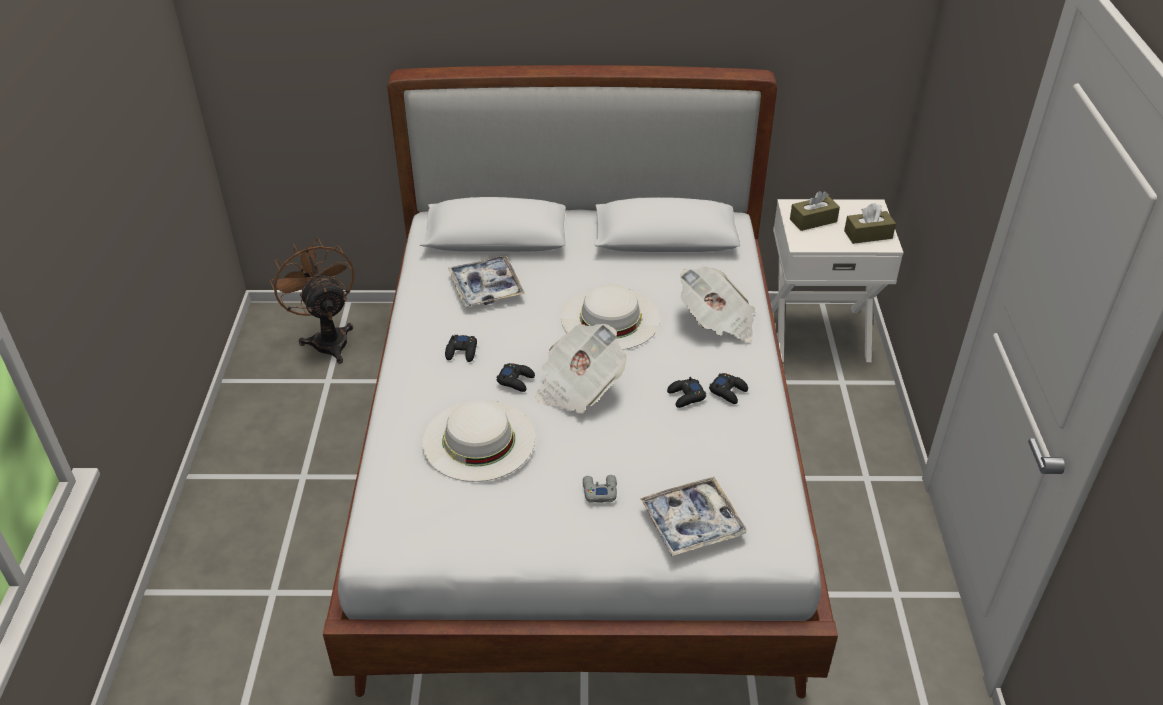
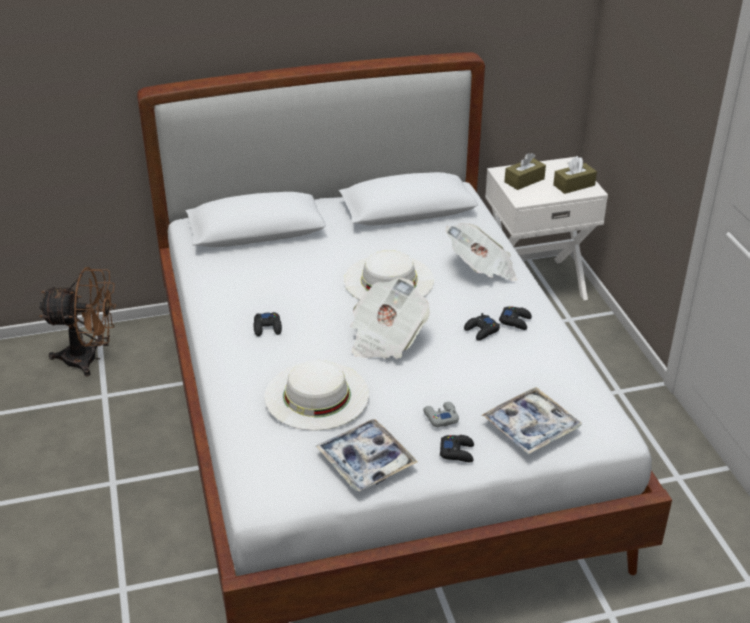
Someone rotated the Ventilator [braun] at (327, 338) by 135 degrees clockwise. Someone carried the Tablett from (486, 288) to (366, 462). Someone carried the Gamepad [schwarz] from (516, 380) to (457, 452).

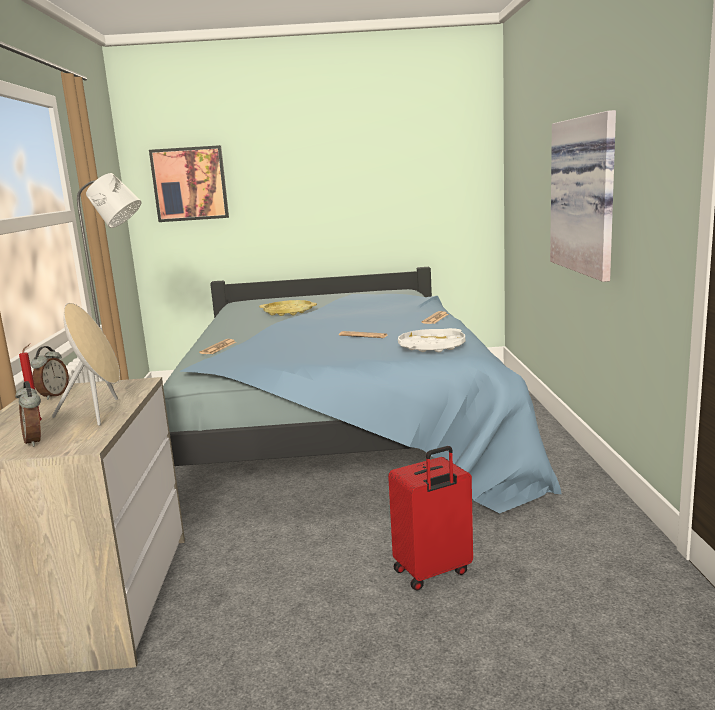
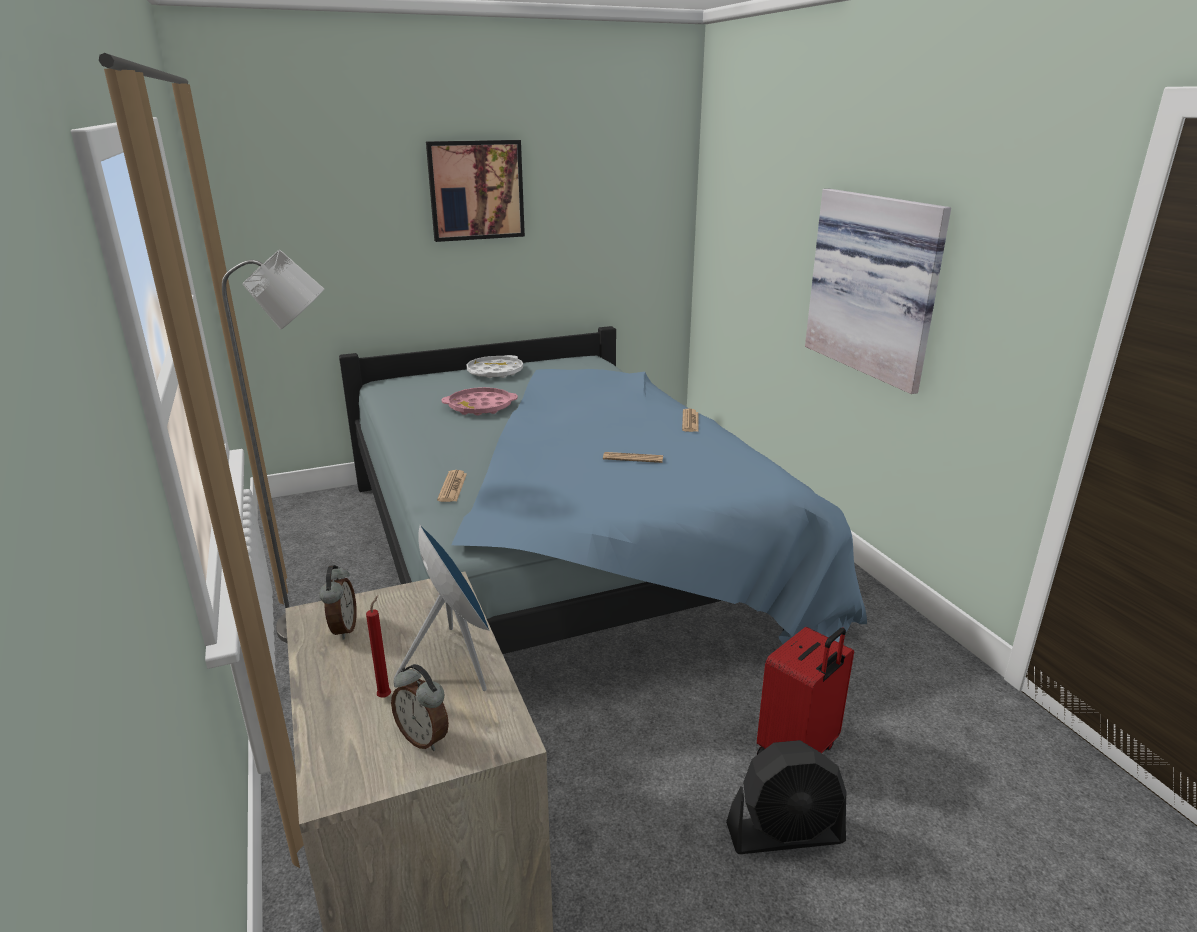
Someone carried the Bild from (190, 184) to (476, 190). Someone repainted the Tablett [gelb] at (288, 312), which became the Tablett [rosa] at (480, 407). Someone repainted the Lautsprecher [beige] at (99, 413), which became the Lautsprecher [blau] at (455, 661). Someone carried the Tablett [weiß] from (431, 346) to (495, 372). Someone put down the Ventilator [schwarz] at (785, 834).

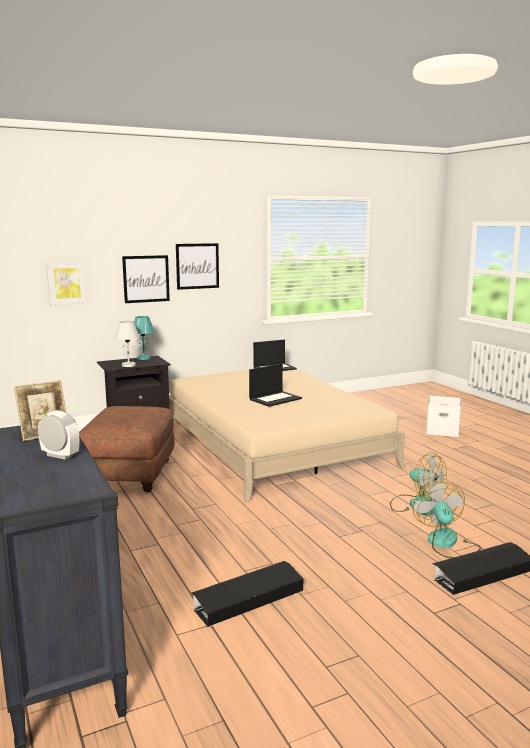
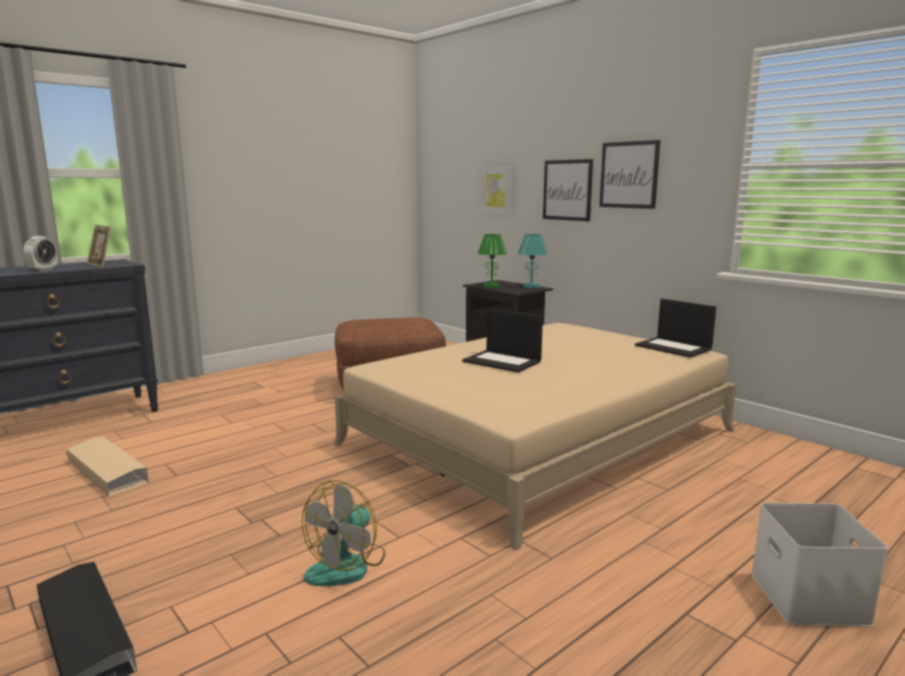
Someone repainted the Tischlampe [weiß] at (128, 365), which became the Tischlampe [grün] at (491, 286). Someone took away the Ventilator at (446, 543). Someone repainted the Aufbewahrungsbox [schwarz] at (248, 599), which became the Aufbewahrungsbox [beige] at (107, 472).

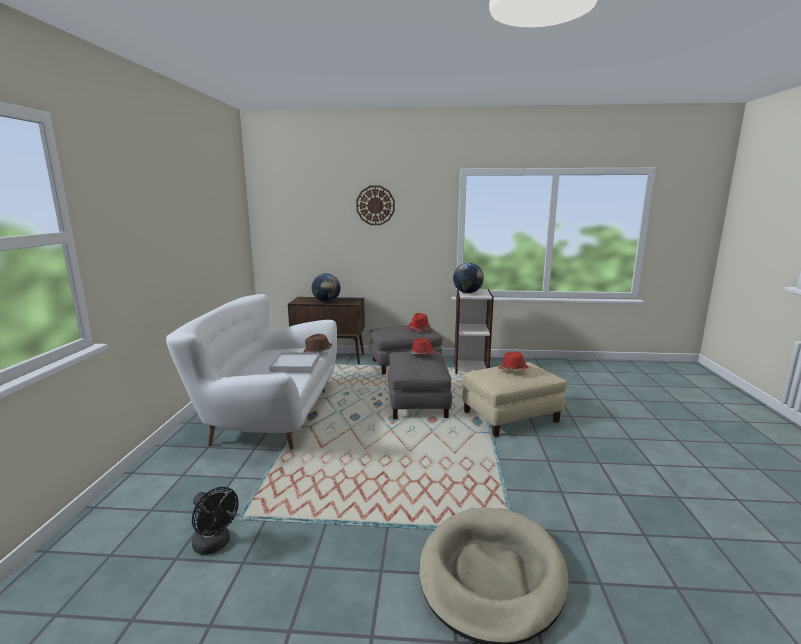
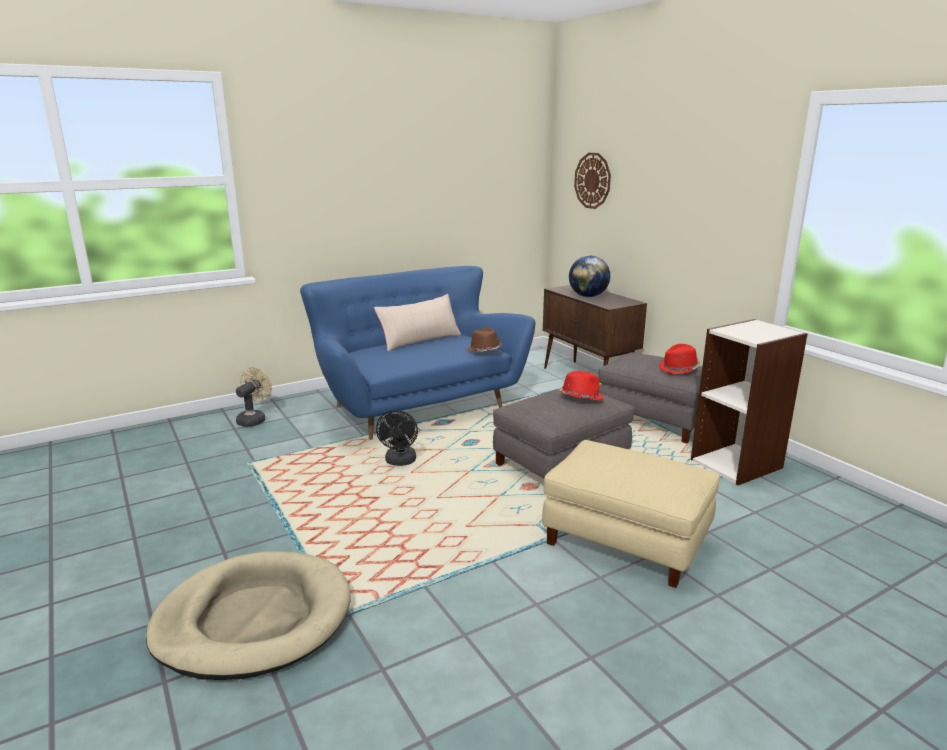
Someone carried the Wanduhr from (375, 205) to (592, 180). Someone took away the Globus at (467, 293). Someone repainted the Sofa [weiß] at (268, 416), which became the Sofa [blau] at (416, 406). Someone took away the Tablett [weiß] at (295, 365). Someone took away the Hut [rot] at (513, 370). Someone carried the Ventilator [schwarz] from (215, 545) to (400, 462). Someone put down the Kissen [beige] at (419, 340). Someone put down the Ventilator [beige] at (254, 419).

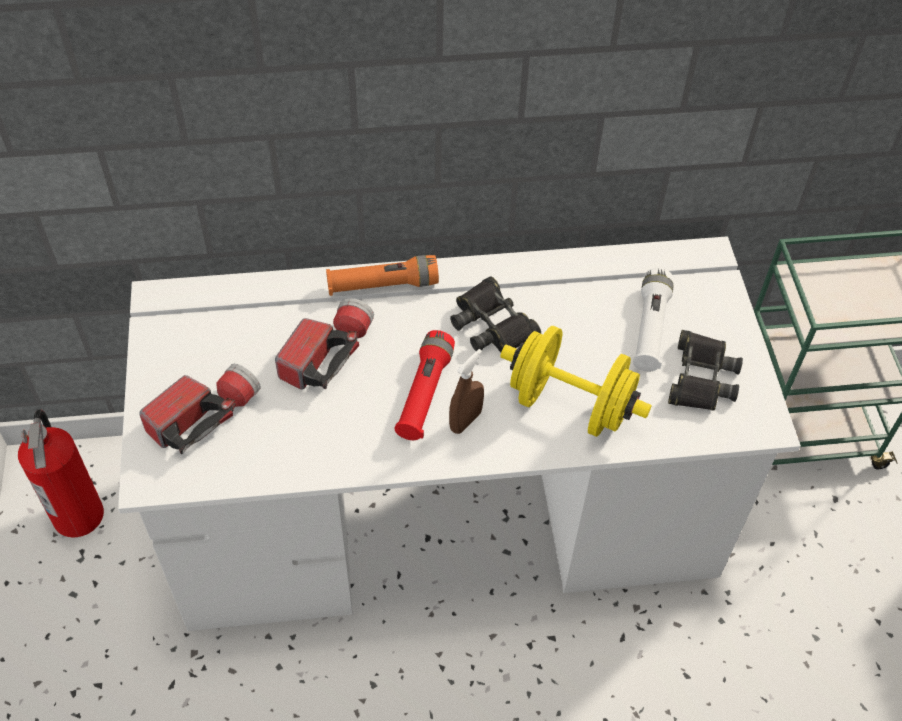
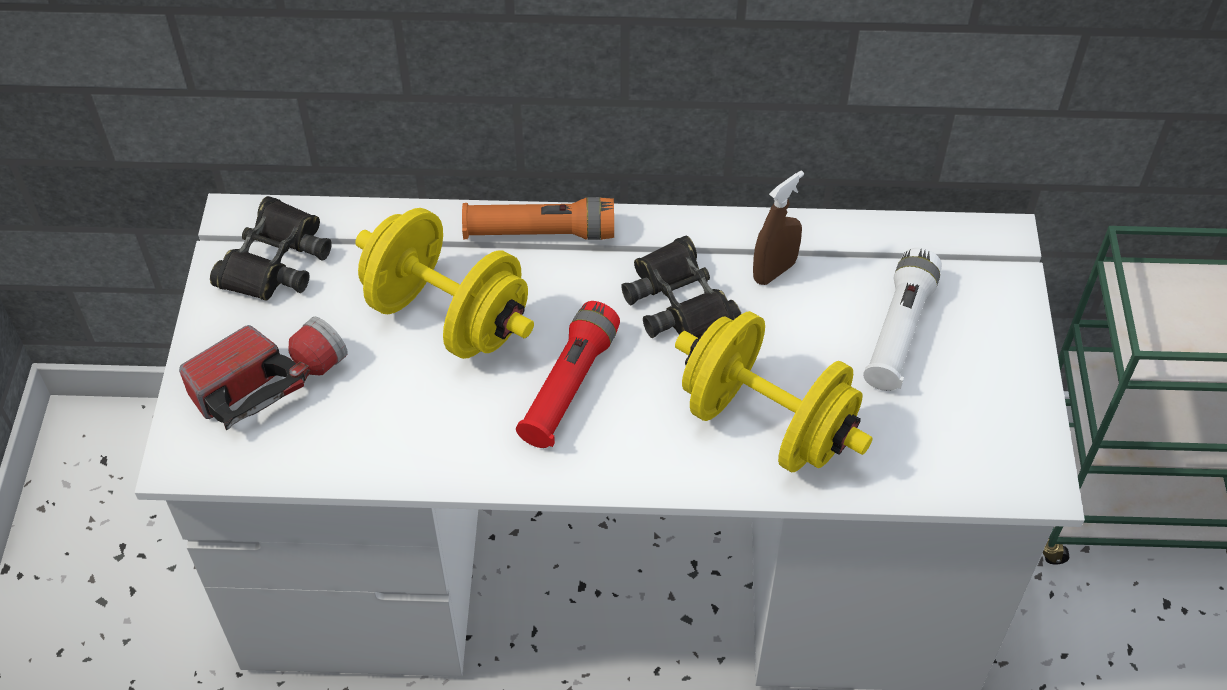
Someone swapped the Taschenlampe at (327, 353) for the Hantel [gelb] at (447, 317). Someone carried the Fernglas [schwarz] from (700, 378) to (275, 260). Someone carried the Sprühflasche [braun] from (465, 421) to (774, 271). Someone took away the Feuerlöscher at (79, 514).

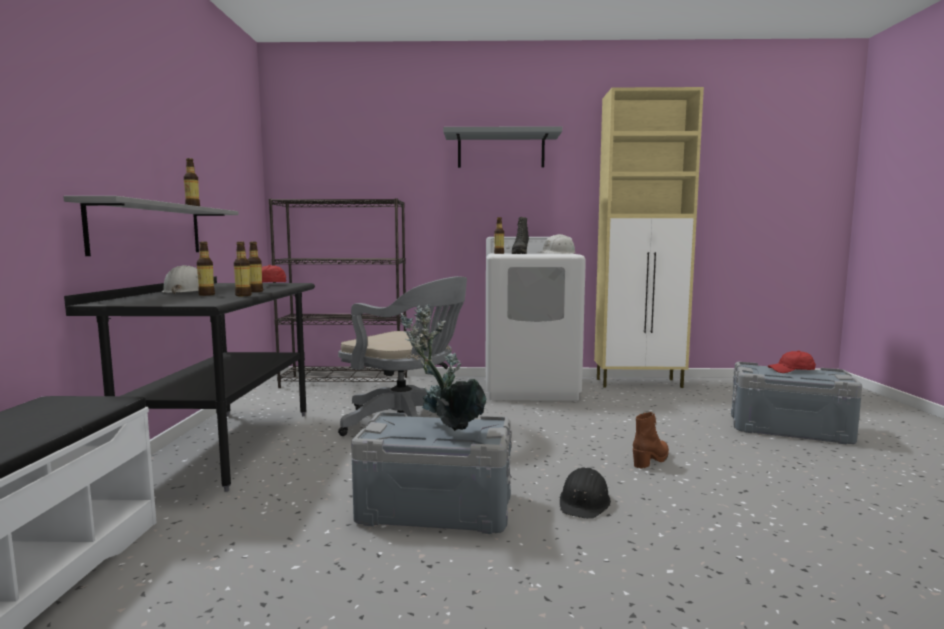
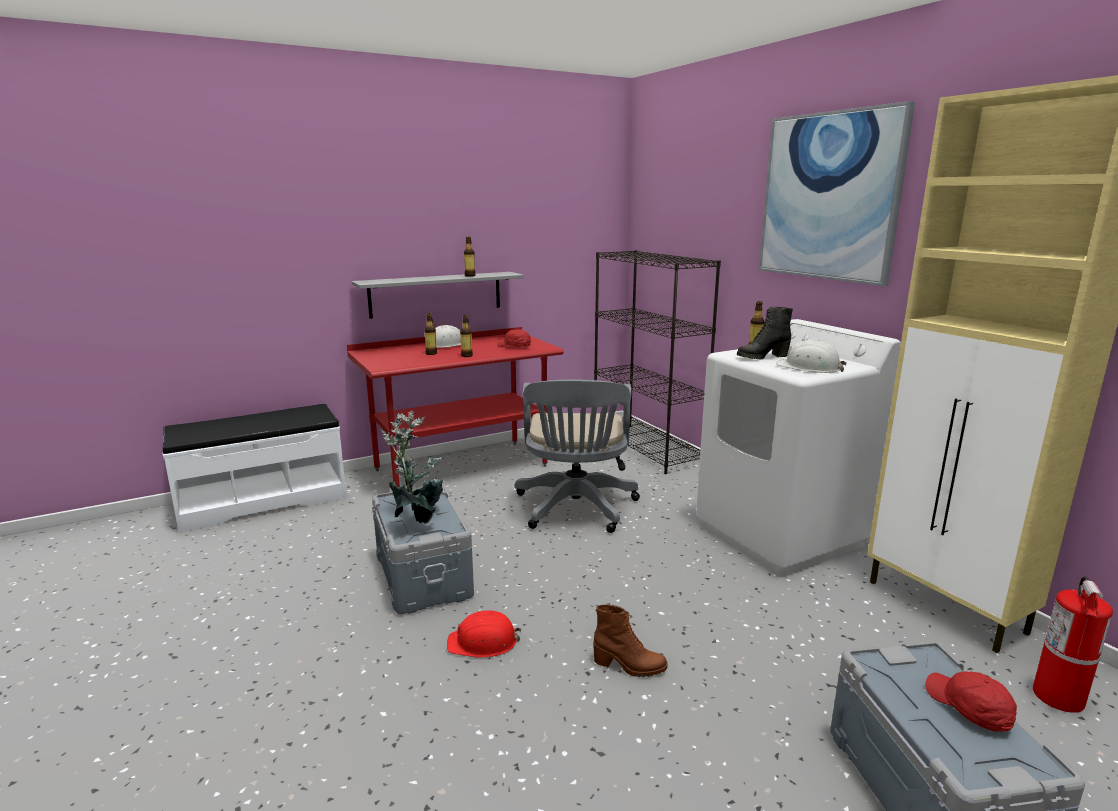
Someone swapped the Wandregal [grau] at (501, 151) for the Bild at (828, 197). Someone took away the Flasche at (243, 295). Someone repainted the Schreibtisch [schwarz] at (226, 446), which became the Schreibtisch [rot] at (461, 468). Someone repainted the Schutzhelm [schwarz] at (584, 502), which became the Schutzhelm [rot] at (483, 642). Someone put down the Feuerlöscher at (1058, 697).

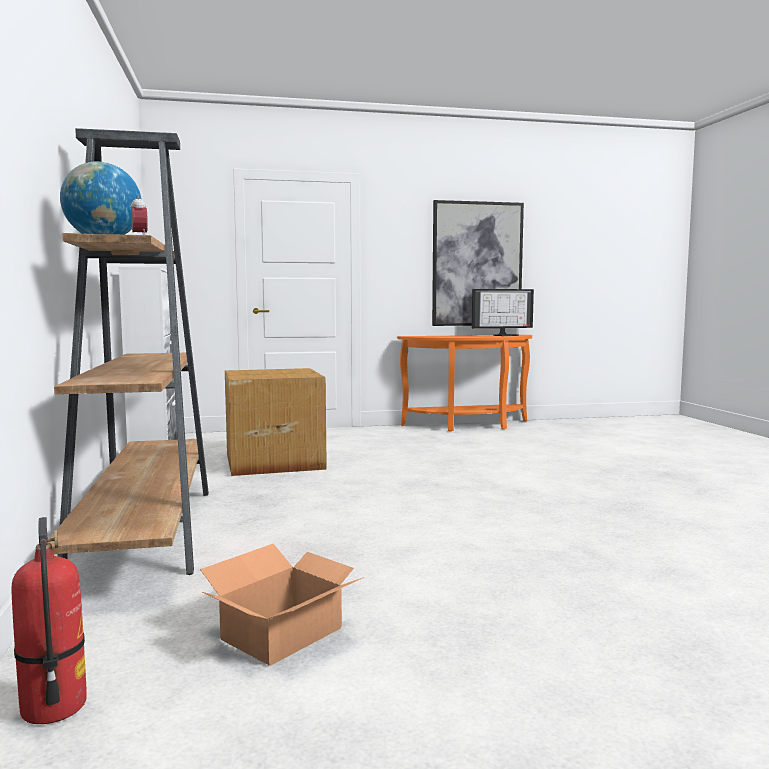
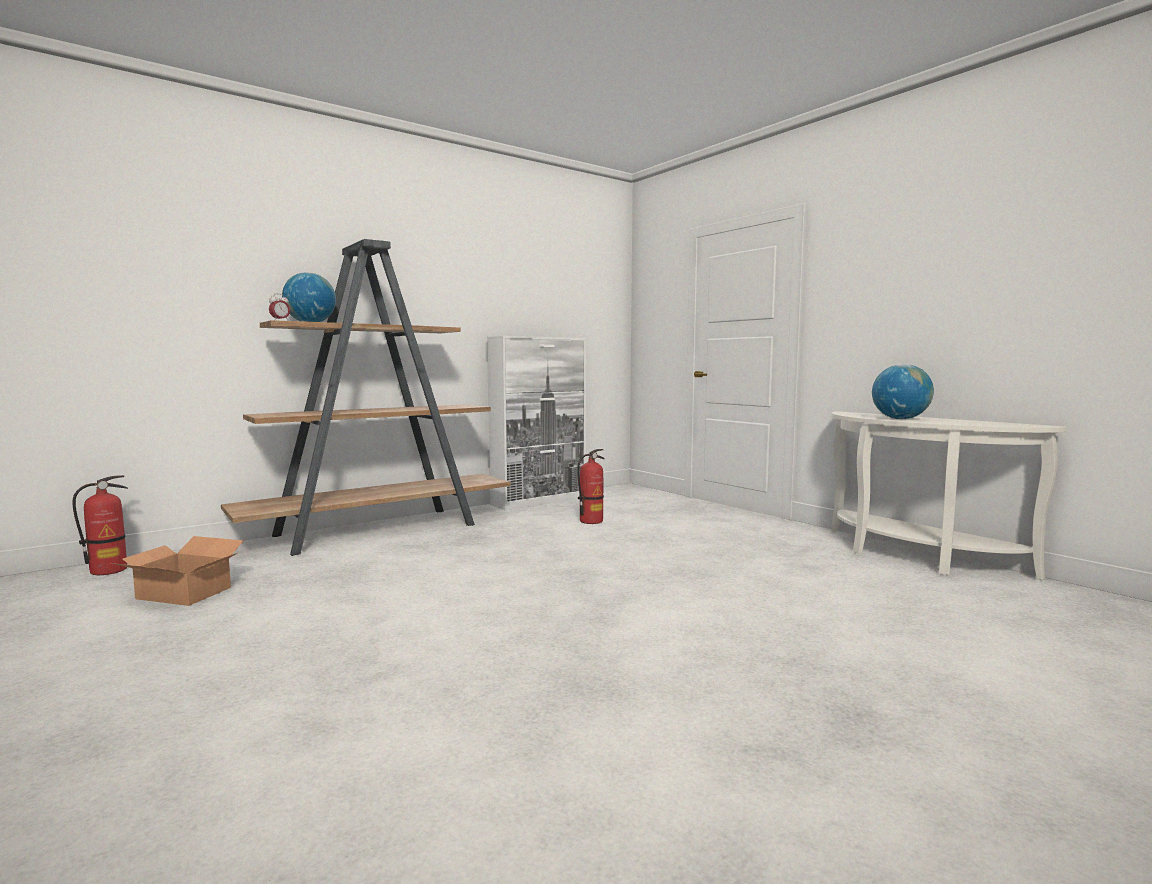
Someone took away the Bild at (477, 264). Someone took away the Monitor at (505, 335). Someone repainted the Konsolentisch [orange] at (470, 426), which became the Konsolentisch [weiß] at (912, 557). Someone swapped the Karton at (272, 461) for the Feuerlöscher at (591, 521). Someone put down the Globus at (900, 419).

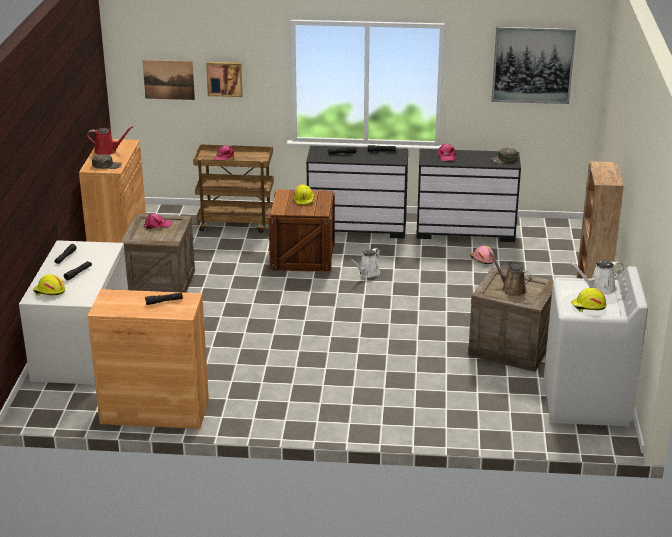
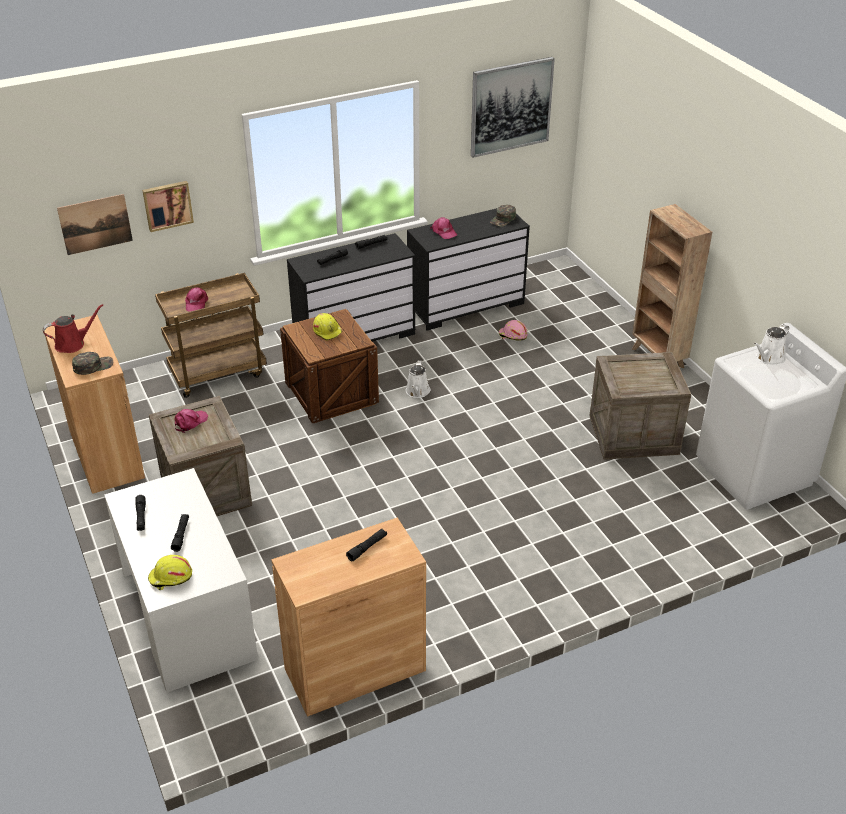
Someone took away the Gießkanne [braun] at (511, 289). Someone took away the Schutzhelm [gelb] at (588, 306).

